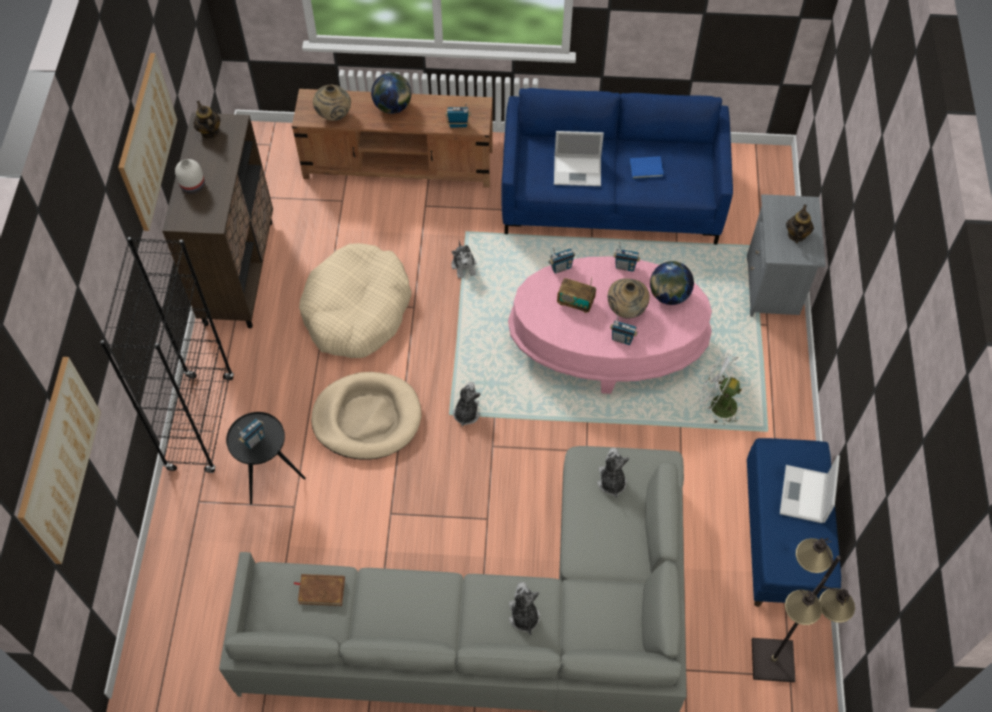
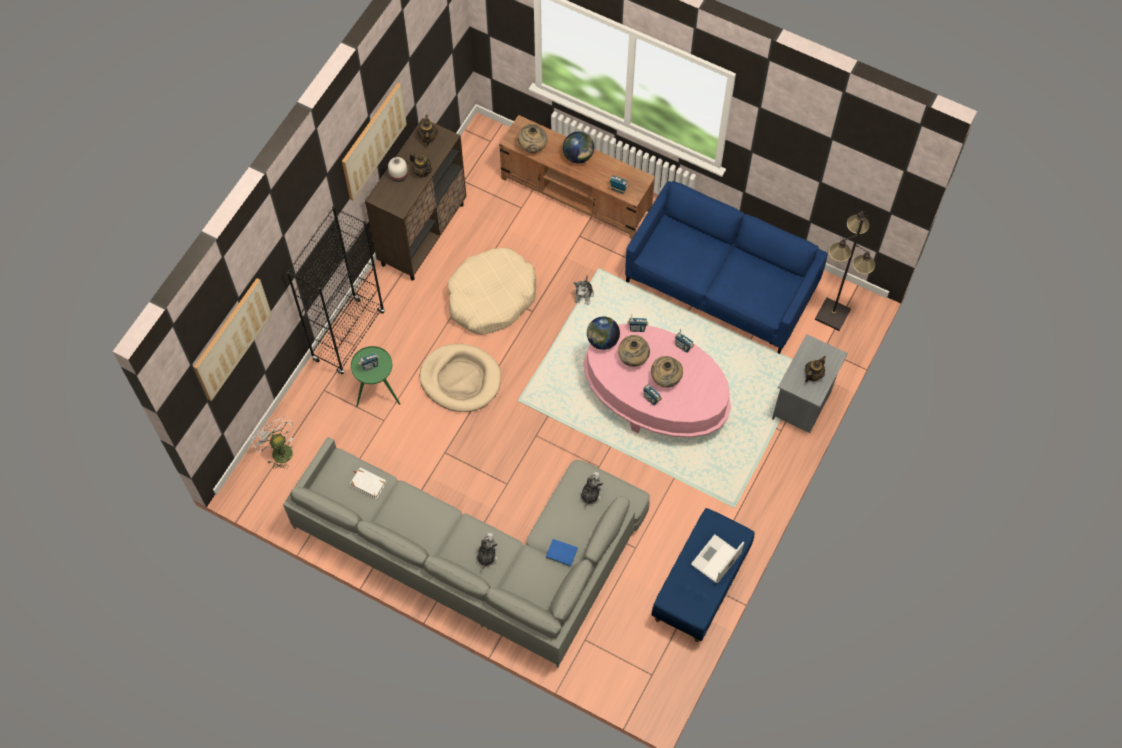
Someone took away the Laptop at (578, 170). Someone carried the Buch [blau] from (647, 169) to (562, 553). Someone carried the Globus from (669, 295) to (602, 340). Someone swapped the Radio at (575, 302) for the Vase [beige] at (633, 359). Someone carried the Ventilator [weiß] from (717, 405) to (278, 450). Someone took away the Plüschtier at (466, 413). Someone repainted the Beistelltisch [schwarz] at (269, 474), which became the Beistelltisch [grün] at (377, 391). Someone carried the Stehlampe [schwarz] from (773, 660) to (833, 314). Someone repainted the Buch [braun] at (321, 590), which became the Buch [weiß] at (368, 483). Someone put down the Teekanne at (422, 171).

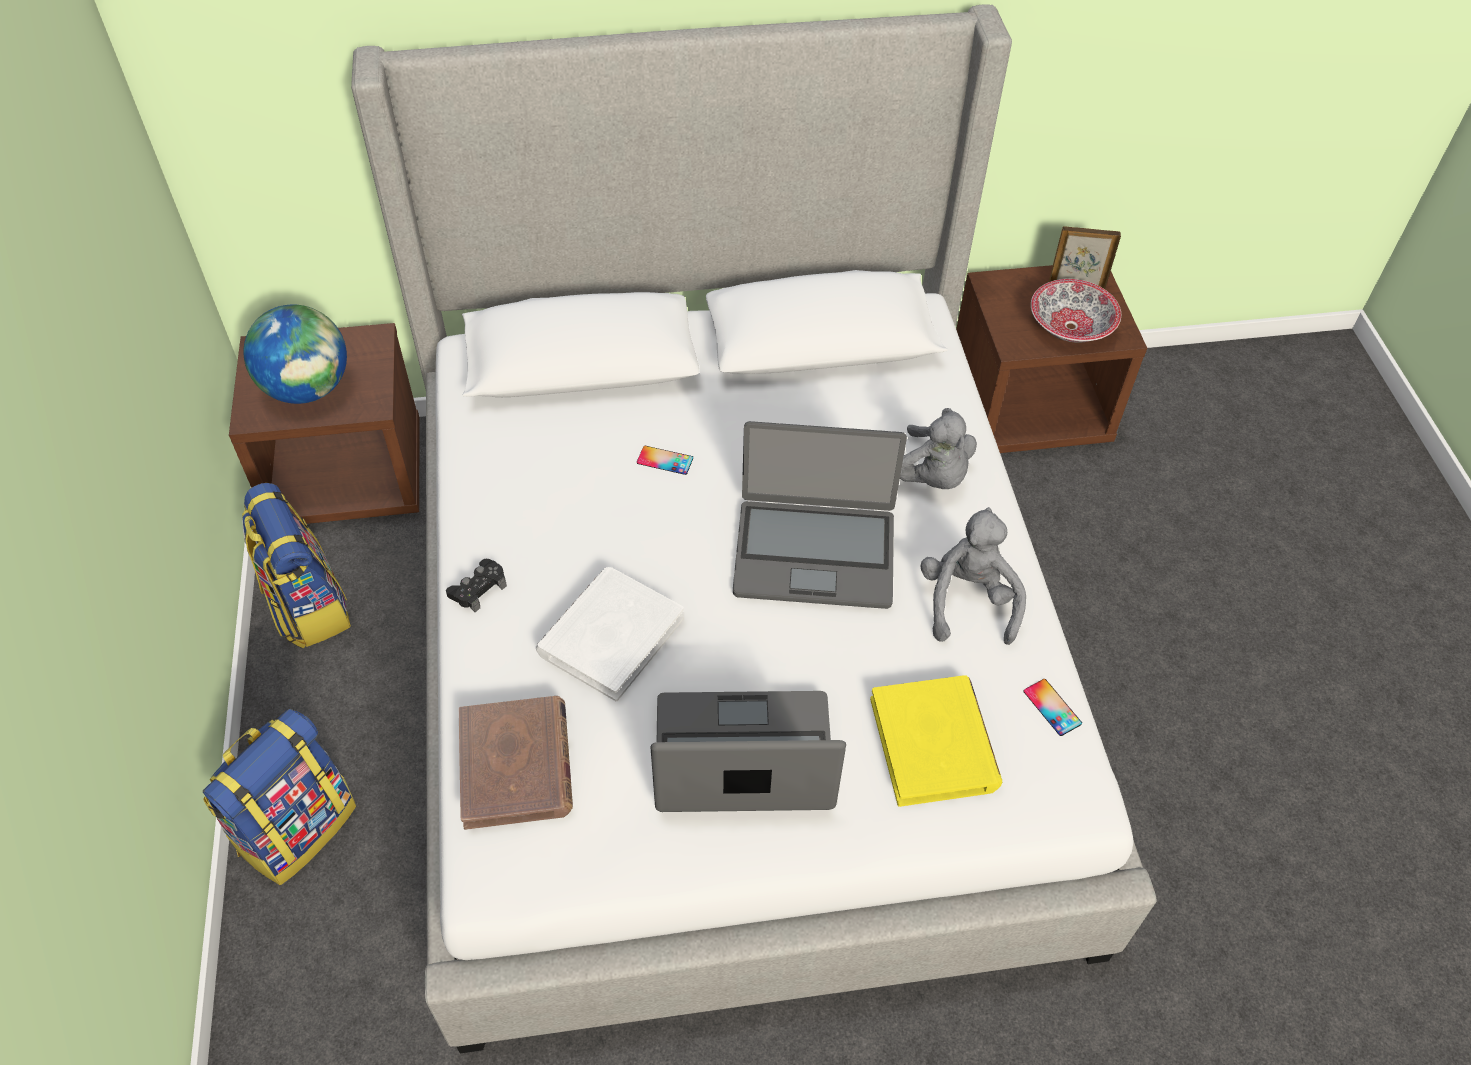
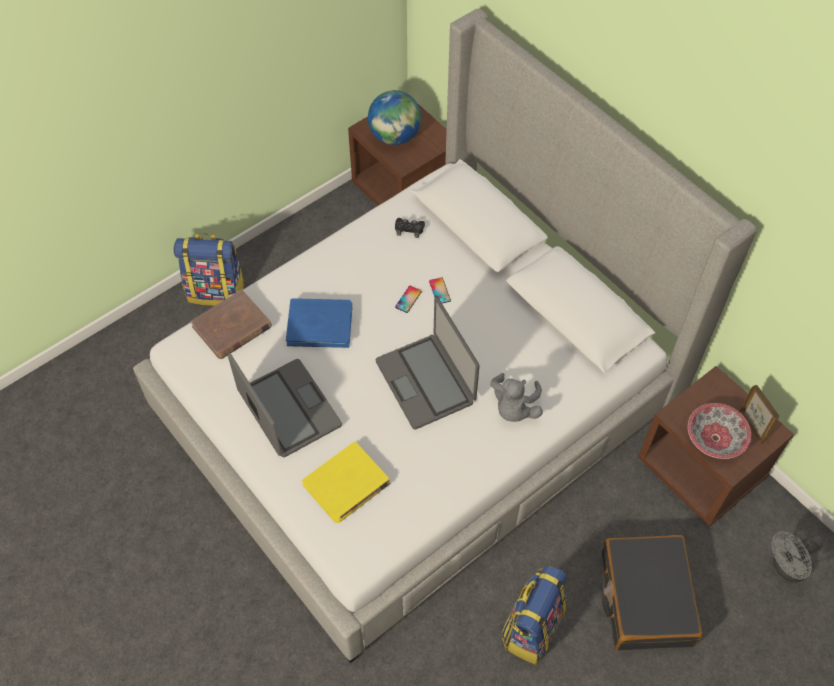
Someone carried the Rucksack from (307, 606) to (531, 628). Someone took away the Plüschtier [grau] at (967, 601). Someone carried the Gamepad [schwarz] from (478, 589) to (409, 229). Someone repainted the Buch [weiß] at (610, 635), which became the Buch [blau] at (320, 324). Someone carried the Handy from (1052, 707) to (408, 299). Someone put down the Ventilator [grau] at (786, 568). Someone put down the Koffer [schwarz] at (645, 598).

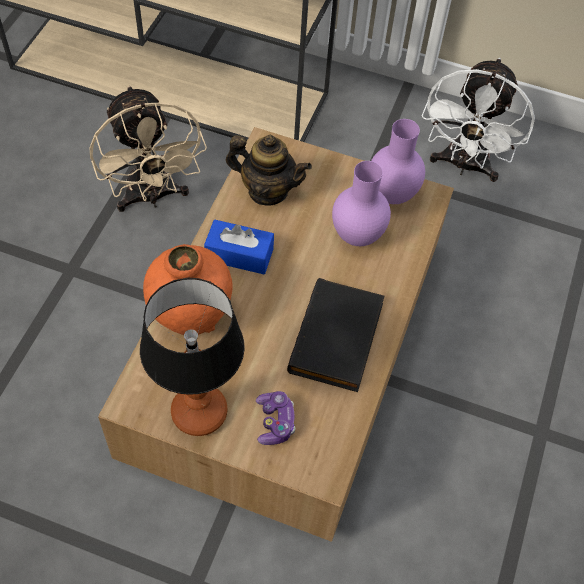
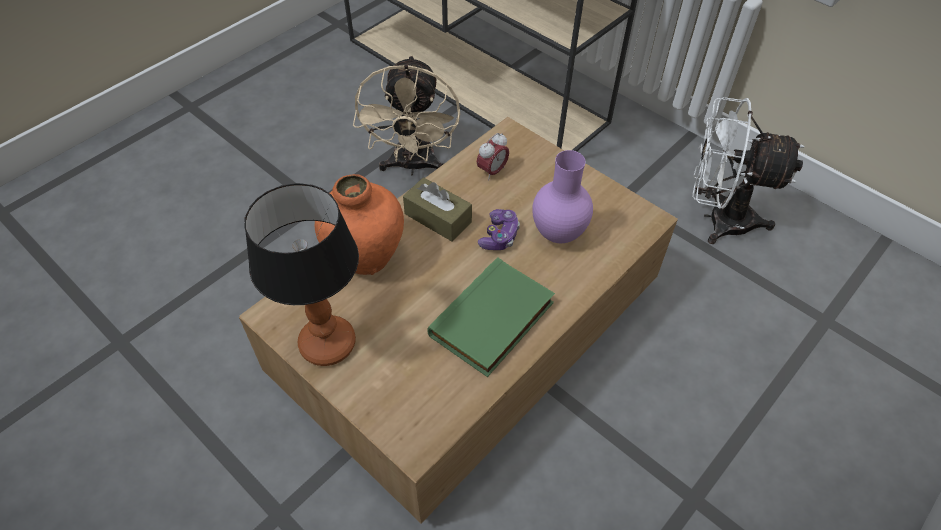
Someone rotated the Ventilator [weiß] at (464, 166) by 60 degrees clockwise. Someone took away the Vase [lila] at (393, 195). Someone swapped the Teekanne at (267, 190) for the Wecker at (492, 171). Someone repainted the Taschentuchbox [blau] at (239, 254), which became the Taschentuchbox [braun] at (438, 218). Someone repainted the Buch [schwarz] at (338, 339), which became the Buch [grün] at (493, 321). Someone carried the Gamepad from (275, 422) to (499, 236).

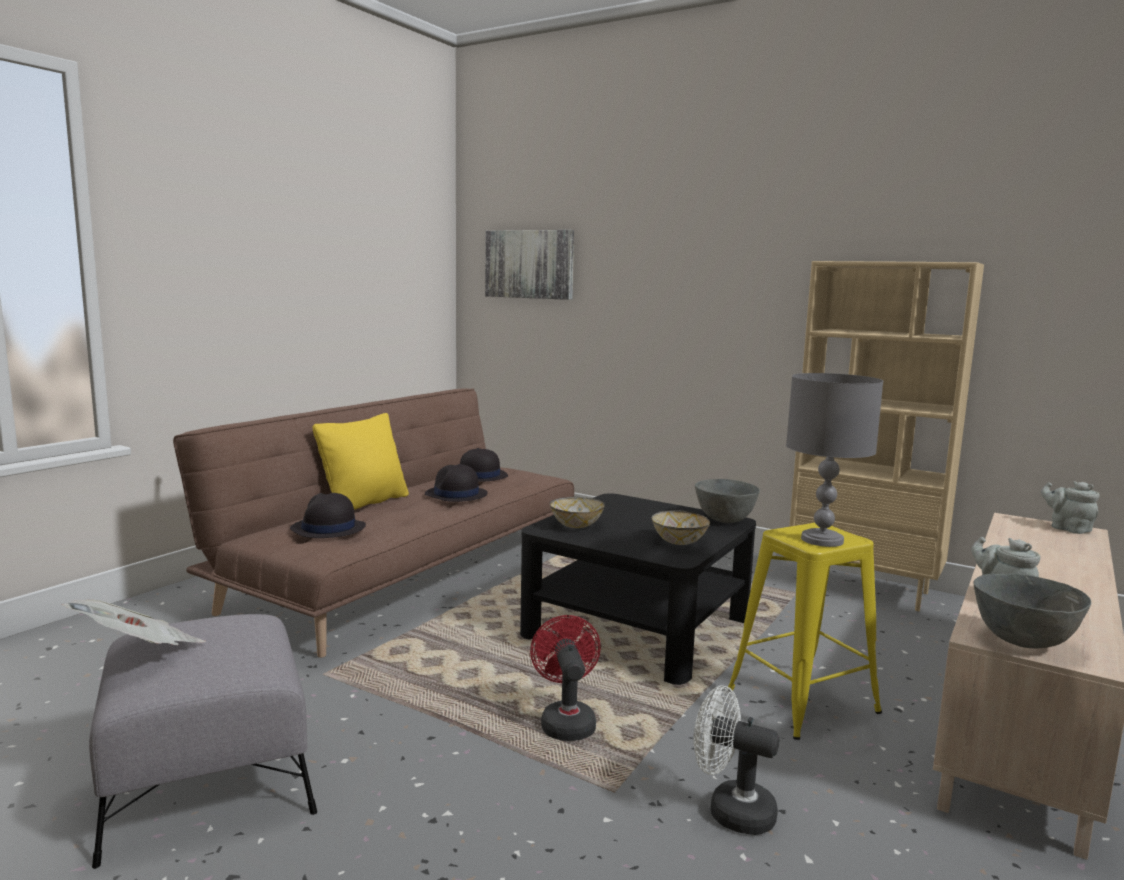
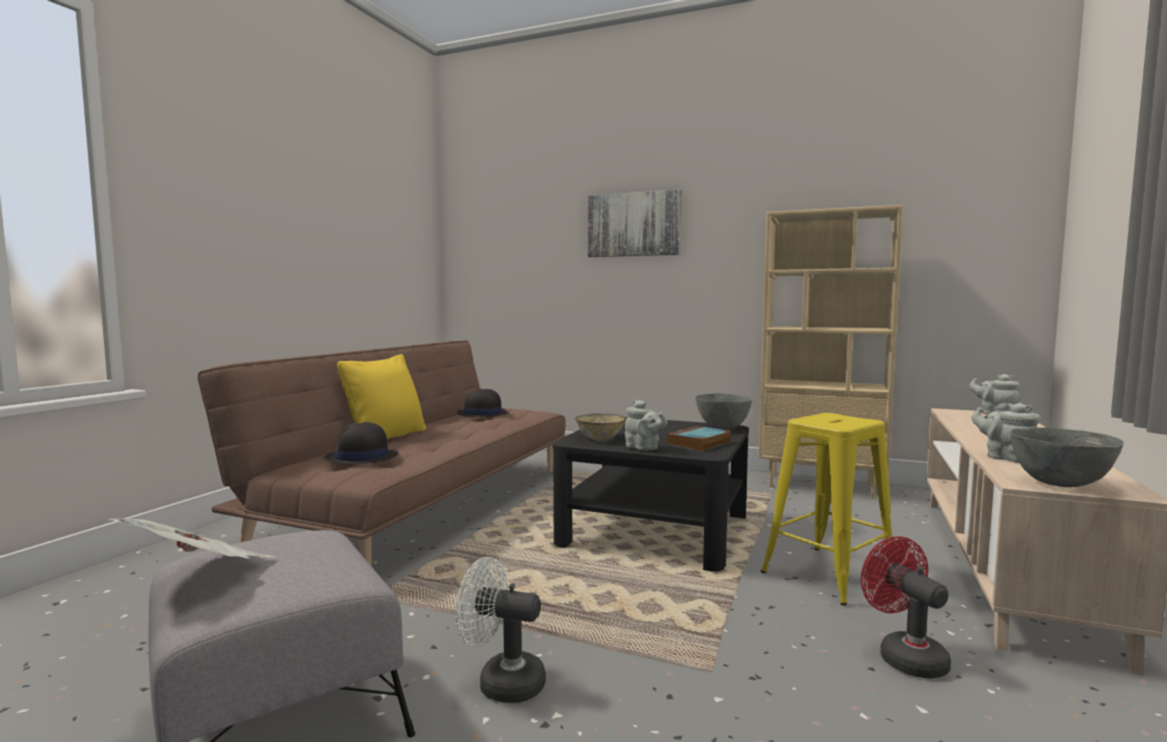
Someone carried the Bild from (529, 264) to (634, 225). Someone took away the Tischlampe [grau] at (821, 540). Someone took away the Hut [schwarz] at (456, 495). Someone swapped the Schüssel at (679, 542) for the Buch at (699, 443). Someone carried the Ventilator [rot] from (566, 721) to (904, 656). Someone carried the Ventilator [weiß] from (731, 810) to (501, 682). Someone put down the Teekanne [grau] at (644, 448).

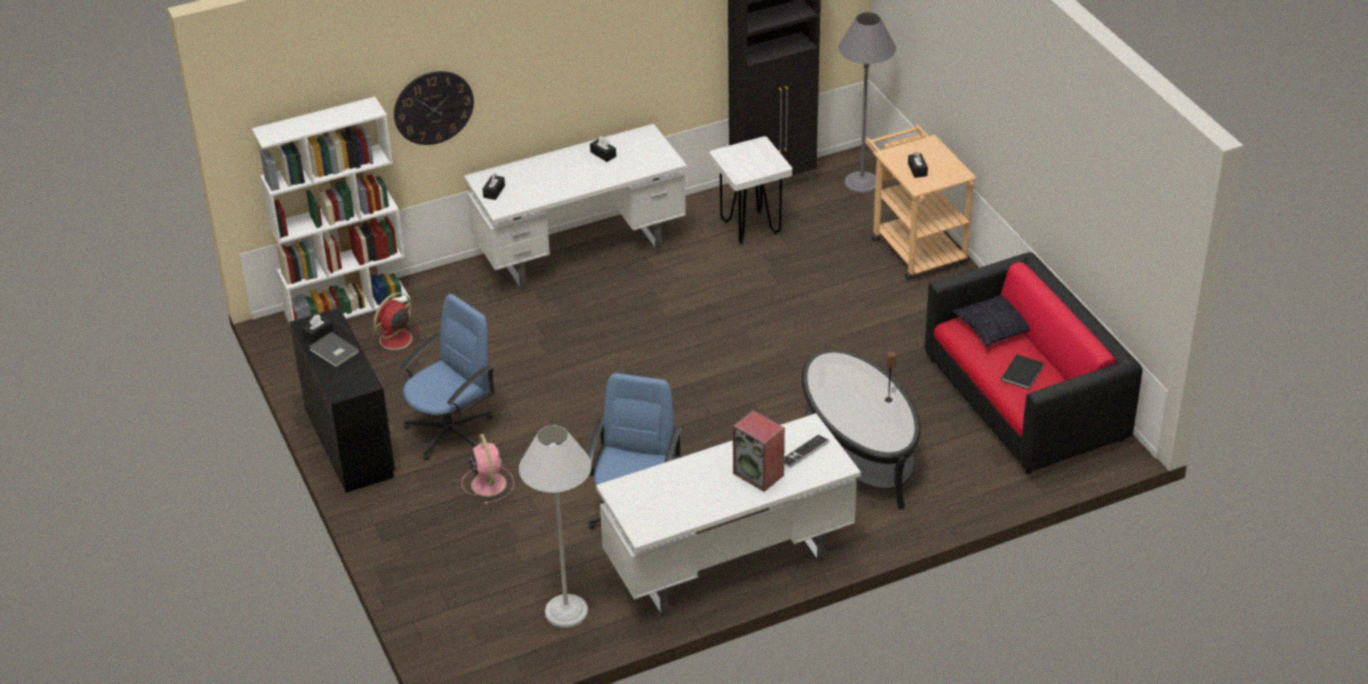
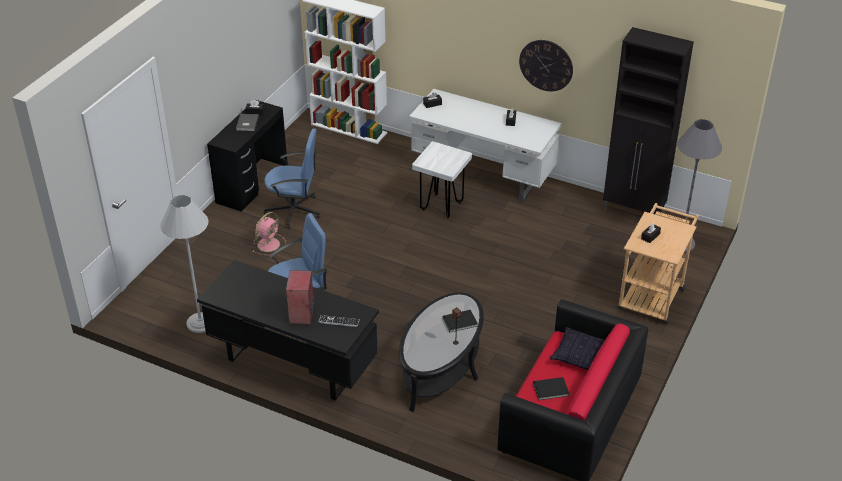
Someone carried the Wanduhr from (433, 107) to (546, 65). Someone carried the Hocker [weiß] from (750, 228) to (441, 206). Someone took away the Ventilator [rot] at (394, 340). Someone repainted the Schreibtisch [weiß] at (729, 567), which became the Schreibtisch [schwarz] at (292, 365). Someone put down the Buch [schwarz] at (460, 322).

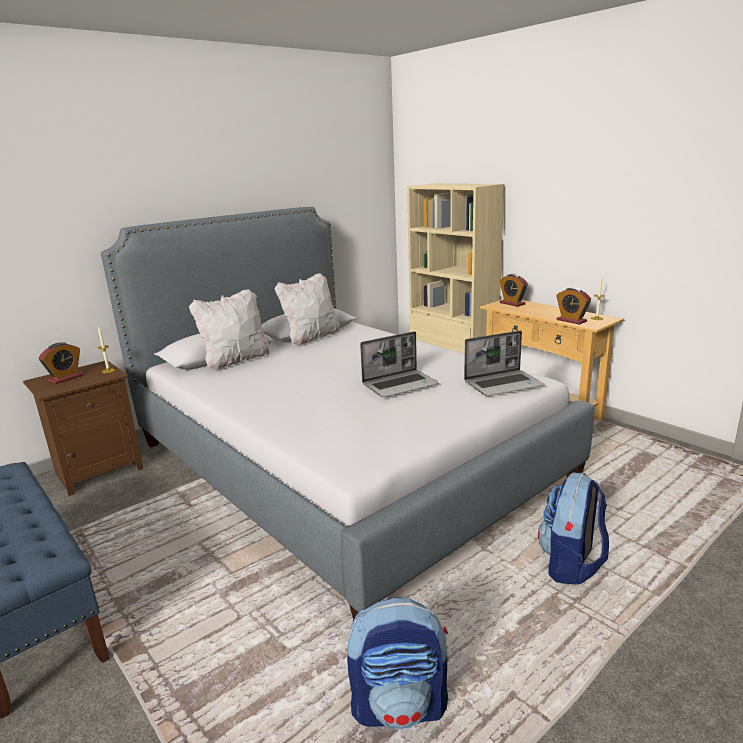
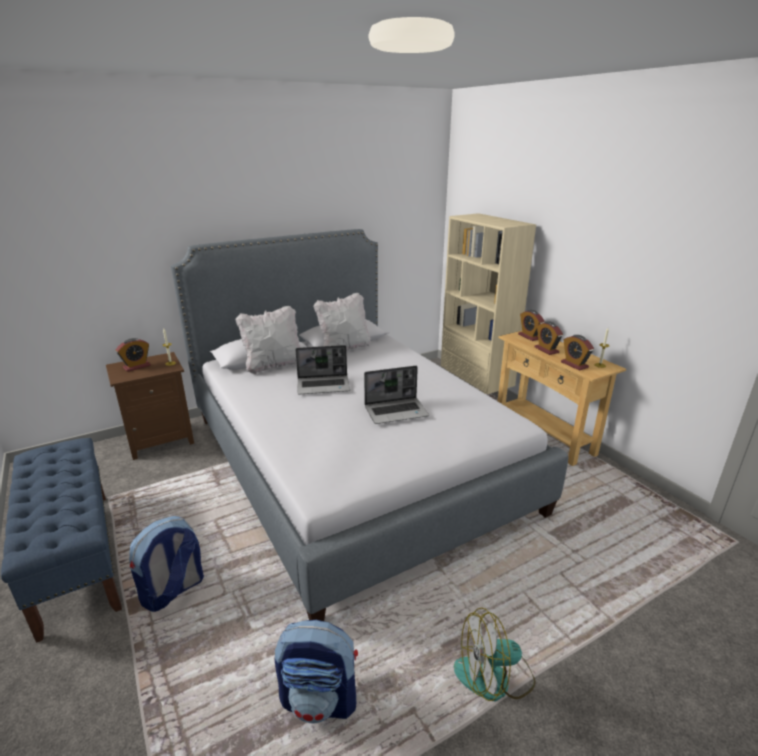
Someone carried the Laptop from (503, 384) to (324, 386). Someone carried the Rucksack from (571, 564) to (173, 591). Someone put down the Wecker at (546, 350). Someone put down the Ventilator at (494, 677).

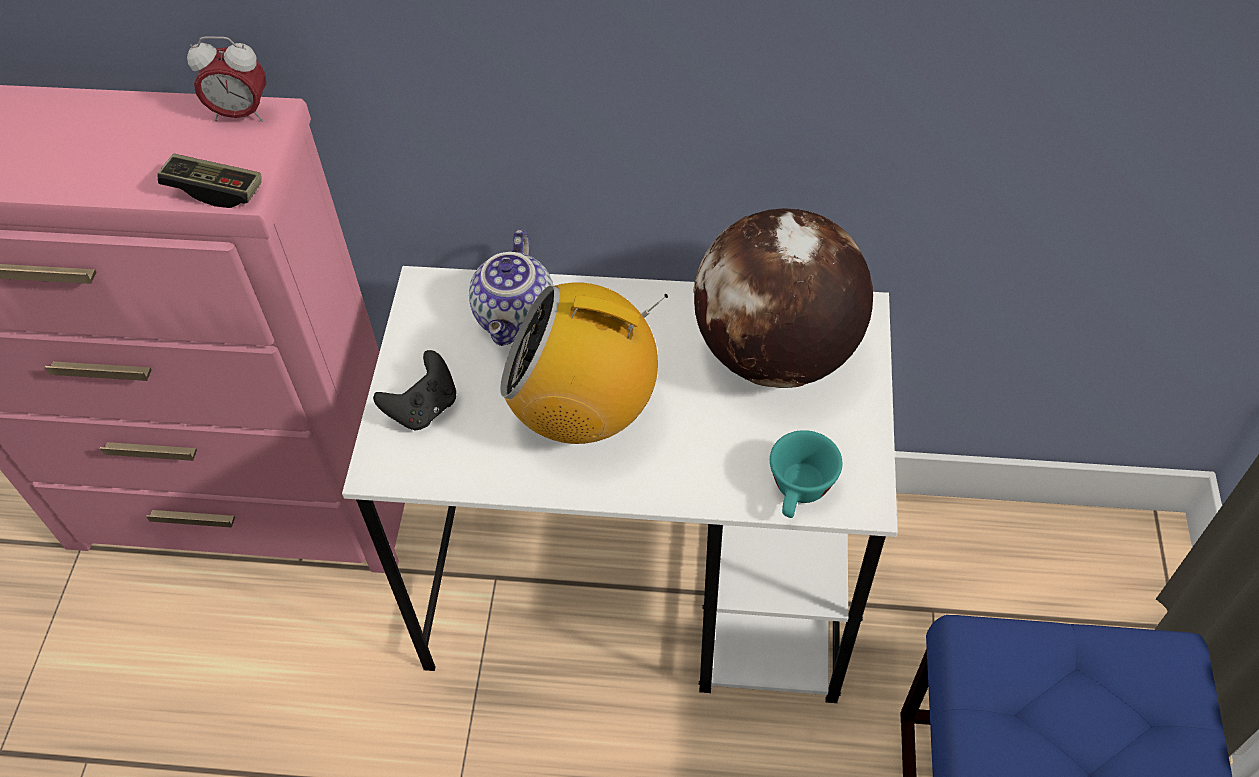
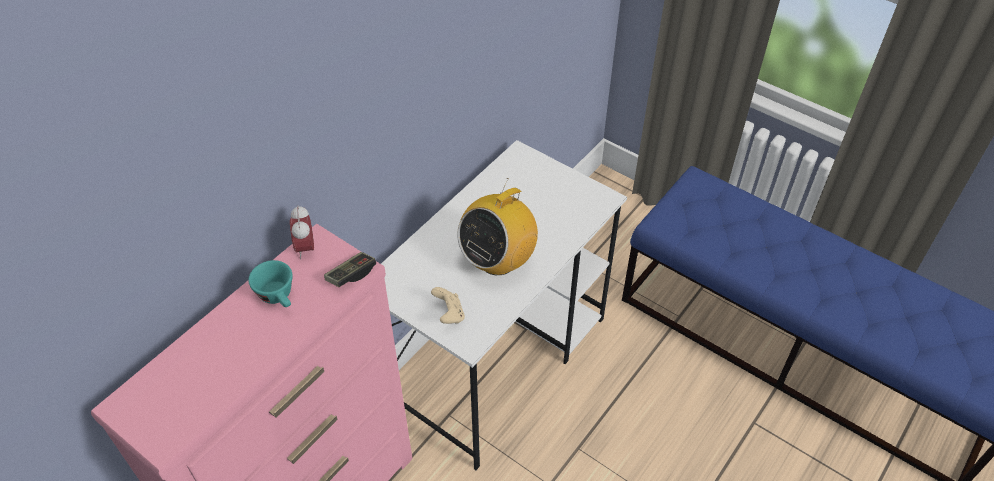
Someone rotated the Wecker at (241, 114) by 135 degrees clockwise. Someone took away the Globus at (775, 354). Someone took away the Teekanne at (517, 318). Someone repainted the Gamepad [schwarz] at (424, 408), which became the Gamepad [beige] at (449, 314). Someone carried the Tasse [türkis] from (800, 493) to (279, 297).

